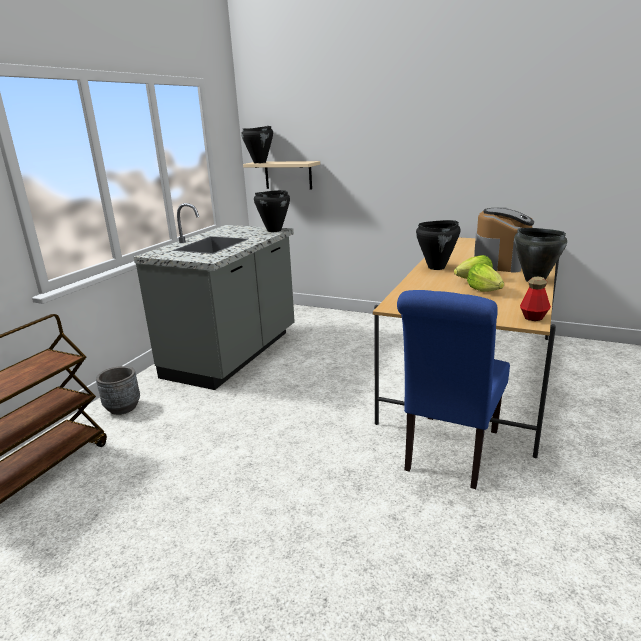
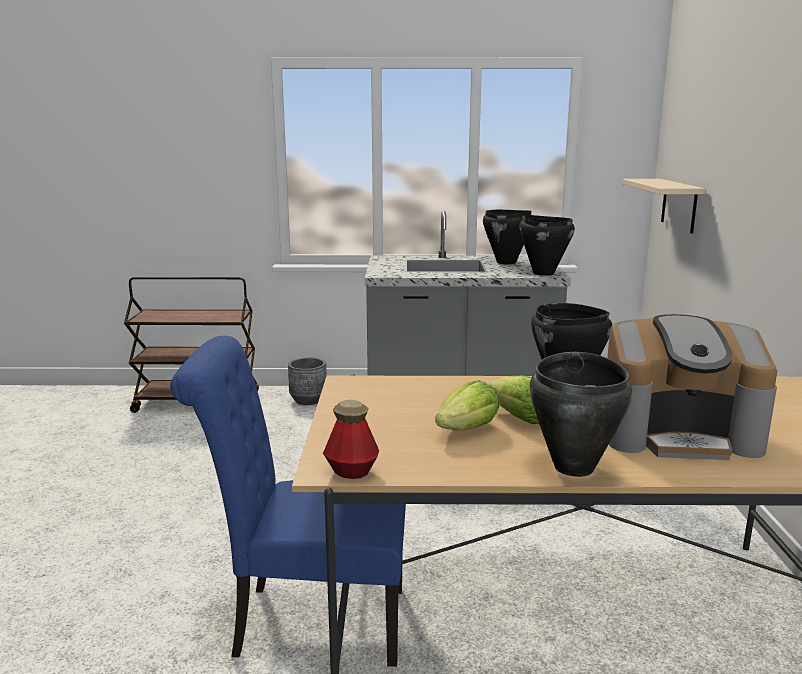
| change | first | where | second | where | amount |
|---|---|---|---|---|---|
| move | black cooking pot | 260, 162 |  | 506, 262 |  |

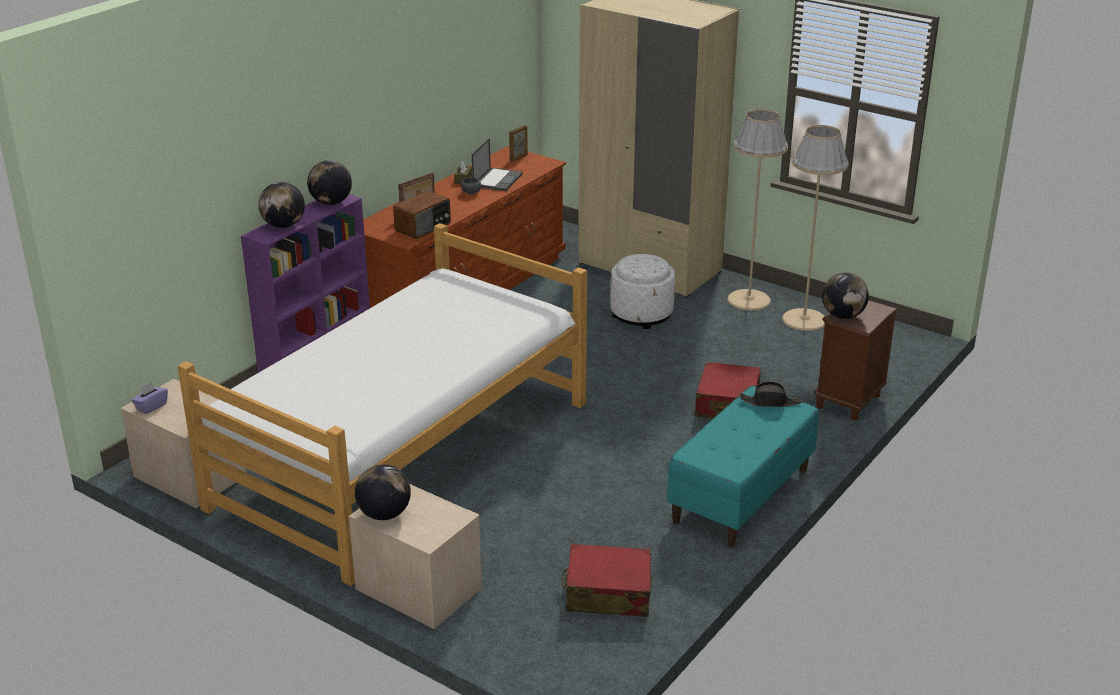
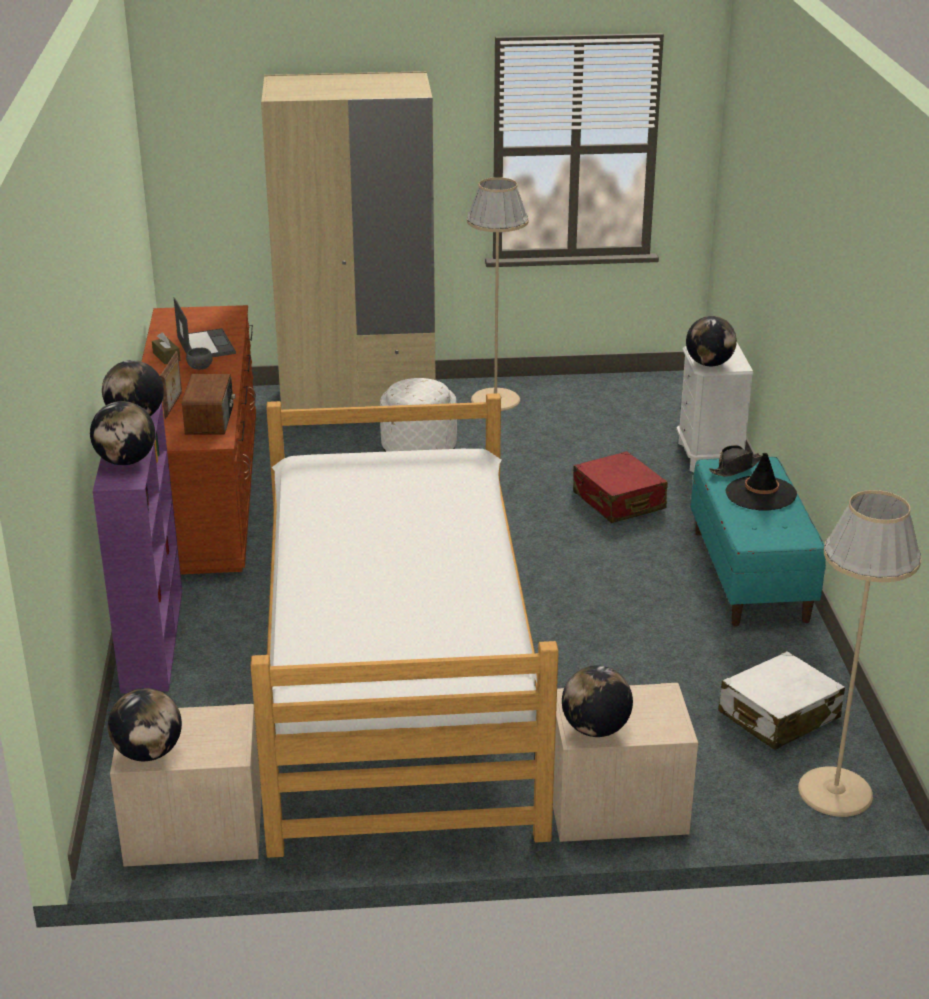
| change | first | where | second | where | amount |
|---|---|---|---|---|---|
| replace | purple tissue box | 151, 406 | globe | 148, 753 |  |
| delete | picture frame | 518, 158 |  |  |  |
| recolor | red suitcase | 607, 593 | white suitcase | 778, 715 |  |
| move | beige floor lamp | 804, 320 |  | 835, 792 |  |
| recolor | brown nightstand | 848, 401 | white nightstand | 709, 456 |  |
| insert |  |  | black hat | 760, 494 |  |

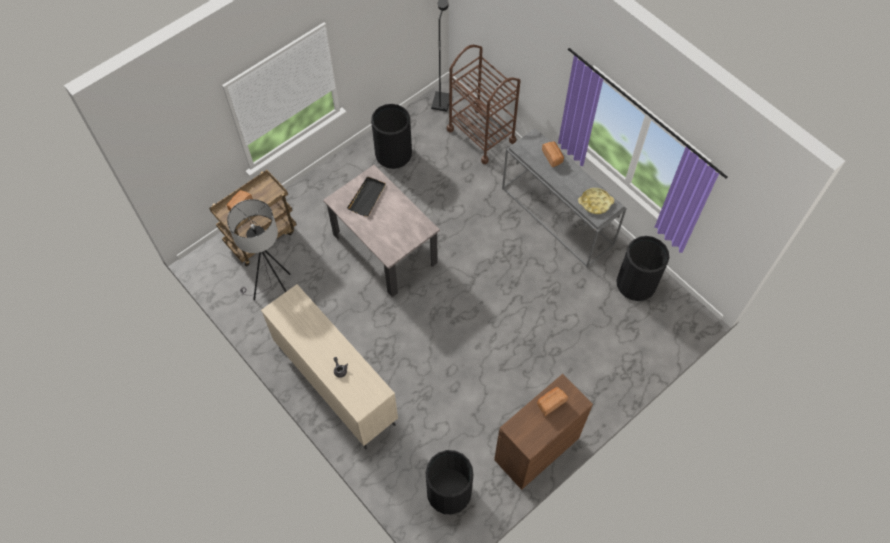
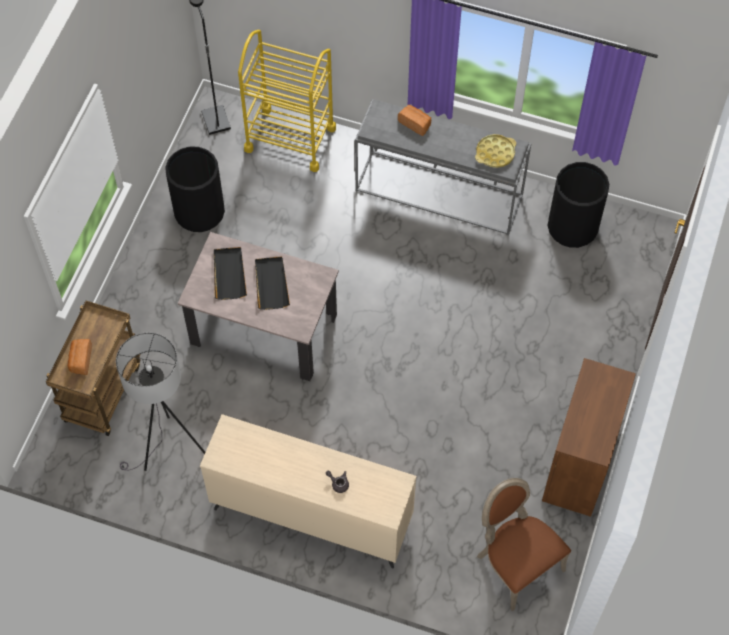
| change | first | where | second | where | amount |
|---|---|---|---|---|---|
| replace | black trash can | 449, 492 | brown chair | 515, 563 |  |
| recolor | brown cart | 481, 135 | yellow cart | 290, 138 |  |
| delete | bread | 550, 403 |  |  |  |
| insert |  |  | black tray | 271, 284 |  |

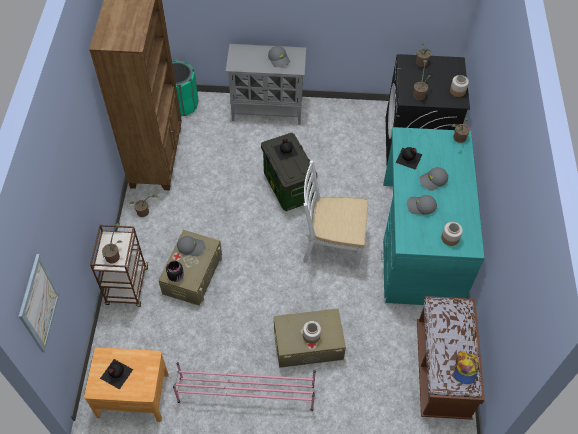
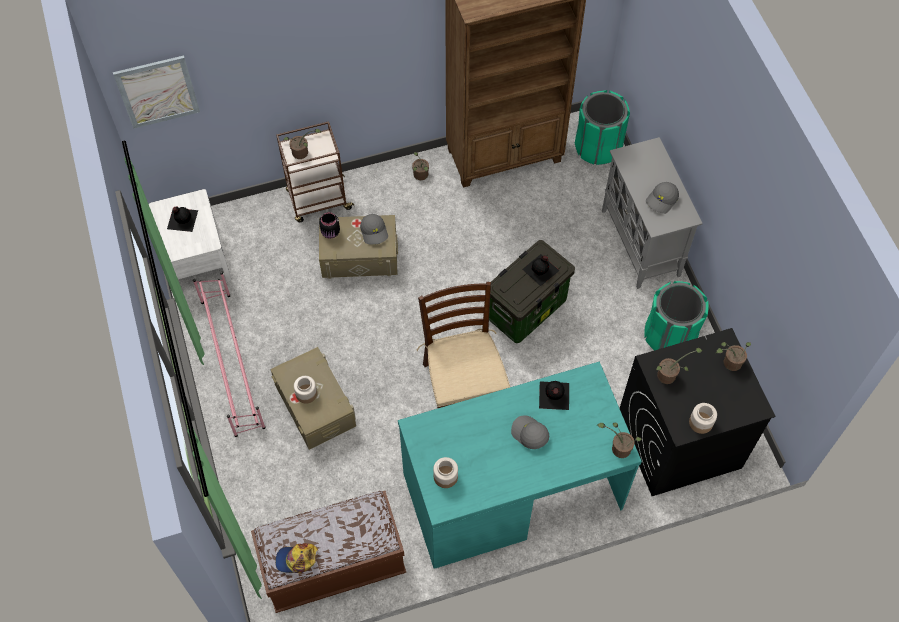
| change | first | where | second | where | amount |
|---|---|---|---|---|---|
| recolor | brown nightstand | 132, 394 | white nightstand | 196, 258 |  |
| recolor | white chair | 332, 244 | brown chair | 463, 387 |  |
| delete | grey cap | 420, 207 |  |  |  |
| insert |  |  | green trash can | 670, 335 |  |

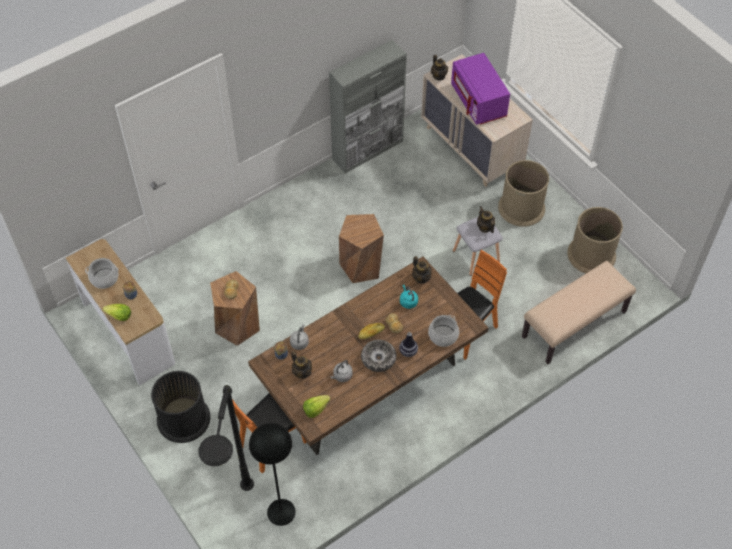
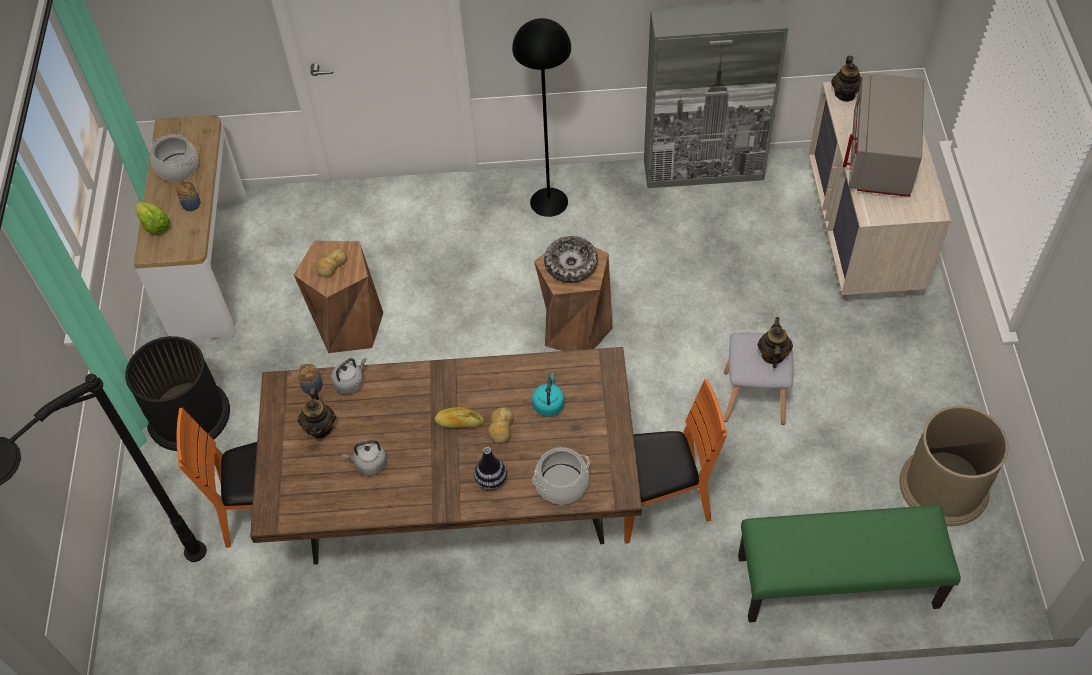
| change | first | where | second | where | amount |
|---|---|---|---|---|---|
| move | black floor lamp | 281, 511 |  | 549, 201 |  |
| delete | lettuce | 315, 409 |  |  |  |
| move | bowl | 378, 358 |  | 571, 264 |  |
| delete | teapot | 421, 278 |  |  |  |
| recolor | purple microwave | 479, 102 | grey microwave | 881, 157 |  |
| delete | brown trash can | 521, 207 |  |  |  |
| recolor | beige bench | 574, 325 | green bench | 836, 583 |  |

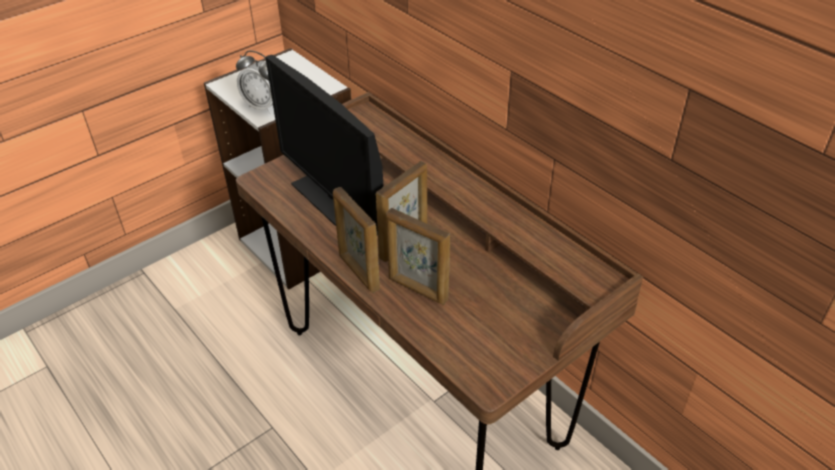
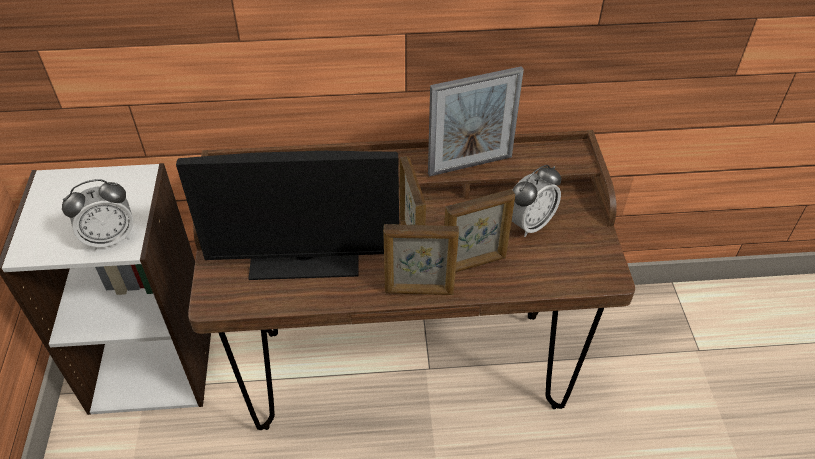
| change | first | where | second | where | amount |
|---|---|---|---|---|---|
| insert |  |  | picture frame | 470, 165 |  |
| insert |  |  | alarm clock | 529, 224 |  |

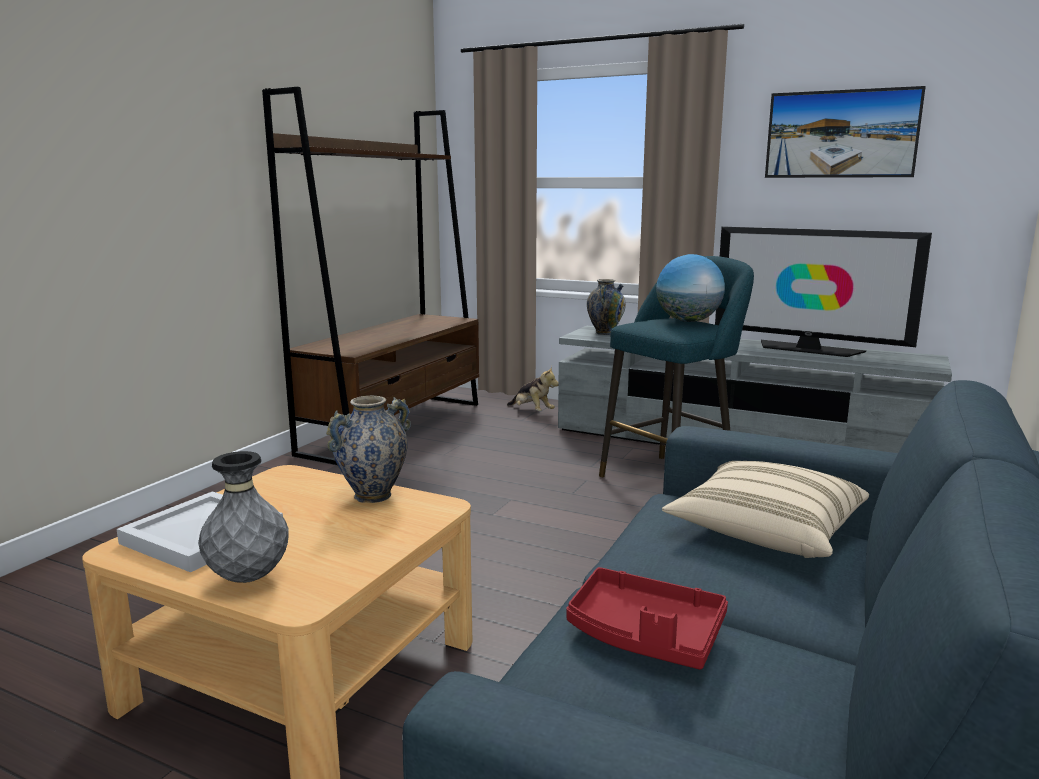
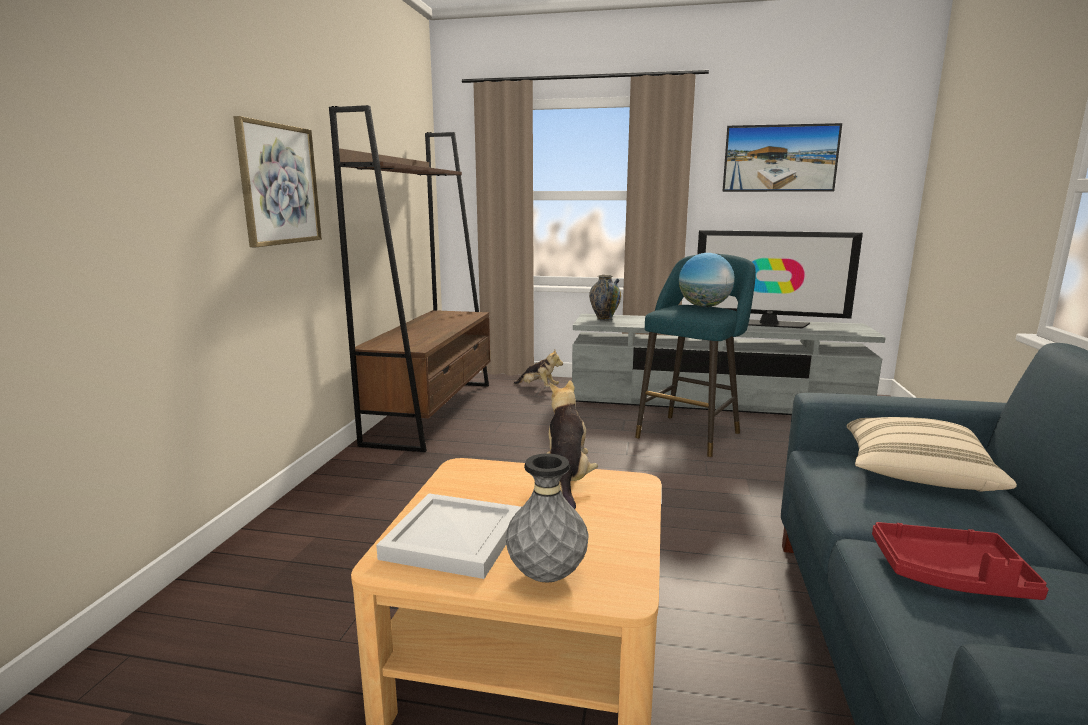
| change | first | where | second | where | amount |
|---|---|---|---|---|---|
| replace | vase | 372, 496 | plush toy | 567, 479 |  |
| insert |  |  | picture | 279, 184 |  |

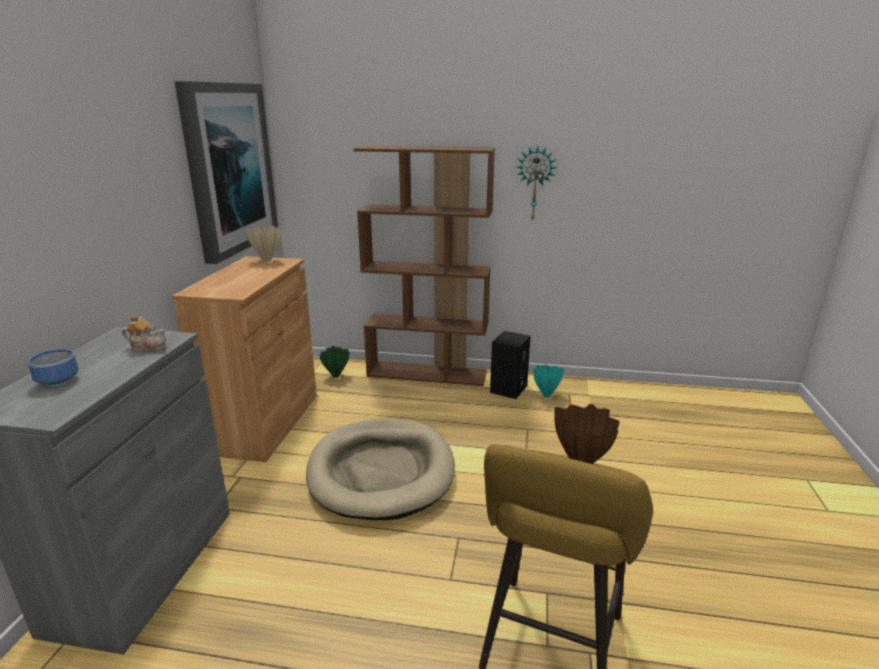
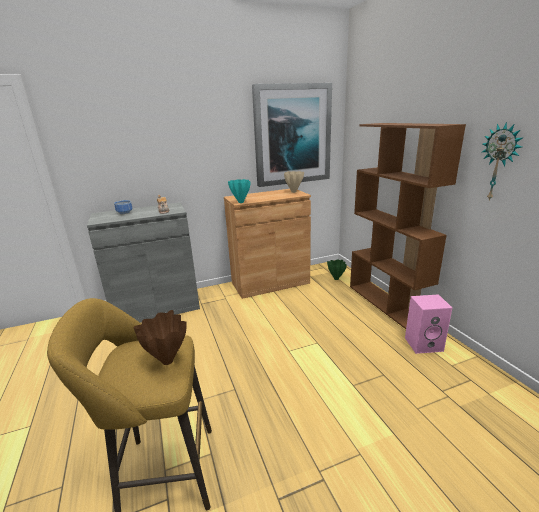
| change | first | where | second | where | amount |
|---|---|---|---|---|---|
| delete | beige dog bed | 381, 472 |  |  |  |
| recolor | black speaker | 508, 388 | pink speaker | 424, 344 |  |
| move | turquoise vase | 546, 396 |  | 240, 202 |  |

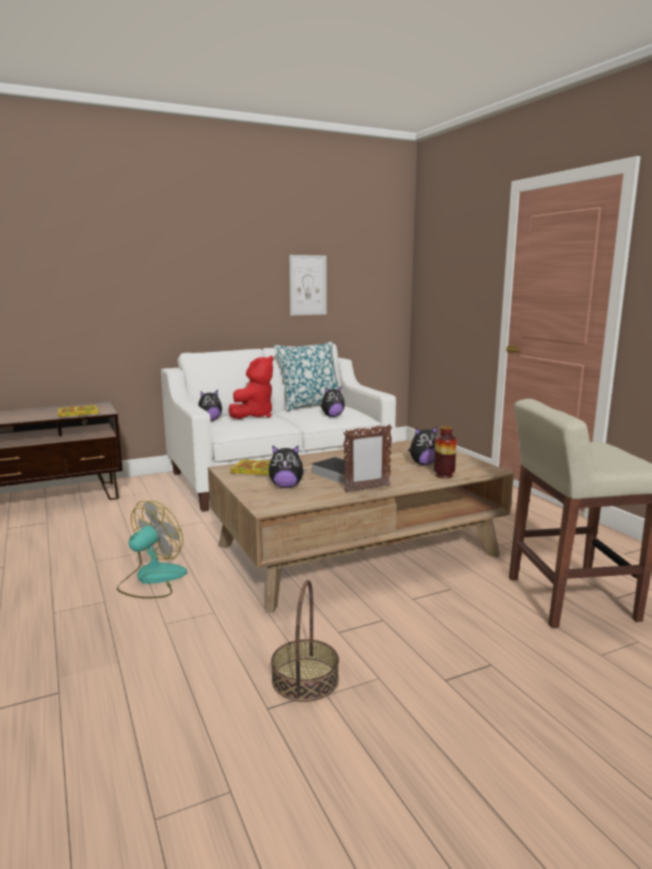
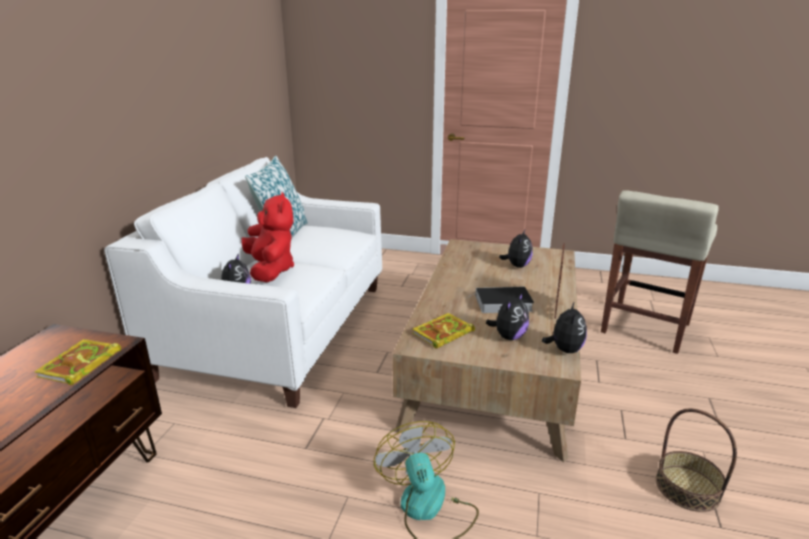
| change | first | where | second | where | amount |
|---|---|---|---|---|---|
| delete | picture | 308, 285 |  |  |  |
| move | plush toy | 332, 416 |  | 564, 350 |  |
| delete | vase | 444, 475 |  |  |  |

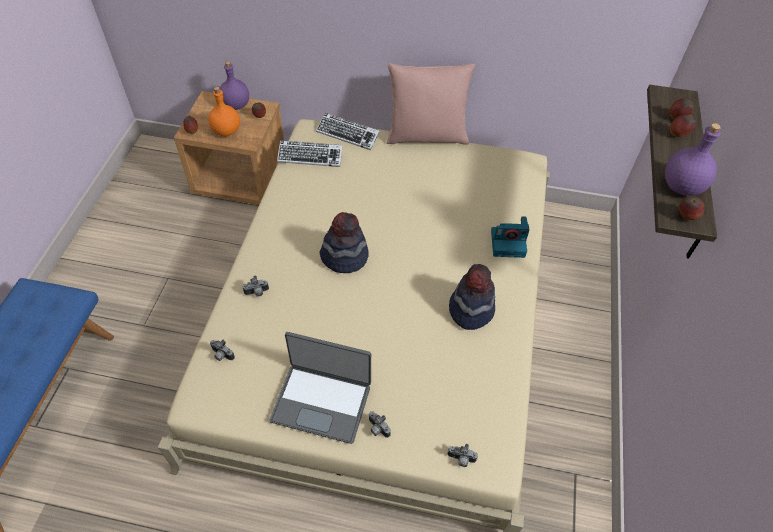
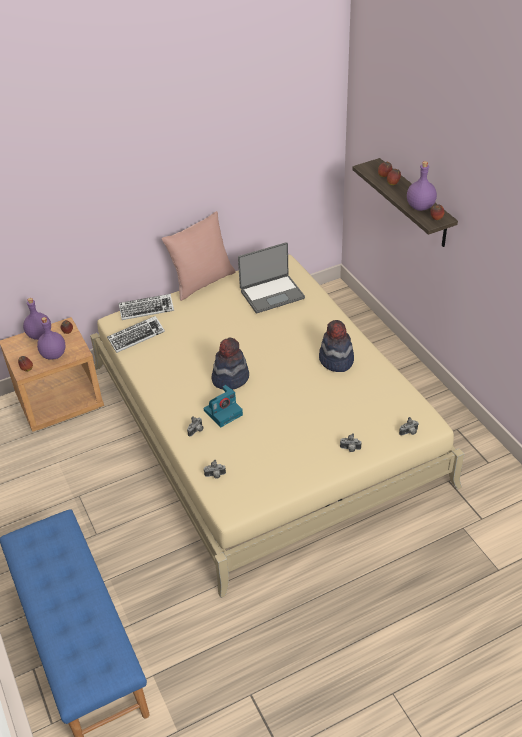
| change | first | where | second | where | amount |
|---|---|---|---|---|---|
| recolor | orange bottle | 226, 131 | purple bottle | 53, 355 |  |
| move | laptop | 322, 401 |  | 271, 294 |  |
| move | photo camera | 508, 243 |  | 223, 412 |  |

